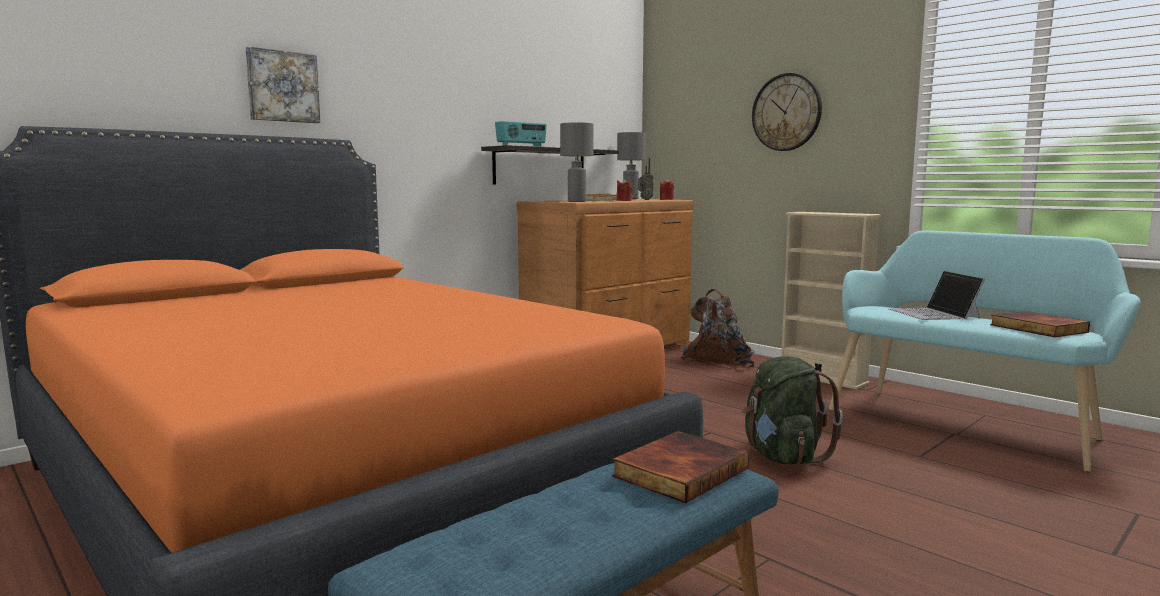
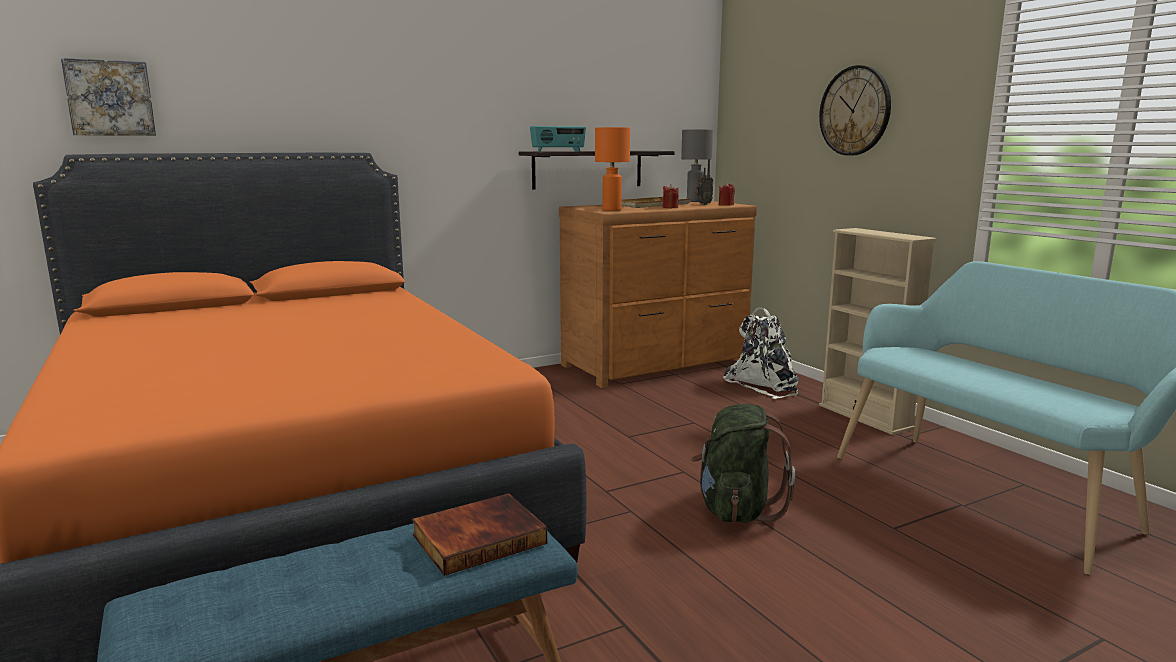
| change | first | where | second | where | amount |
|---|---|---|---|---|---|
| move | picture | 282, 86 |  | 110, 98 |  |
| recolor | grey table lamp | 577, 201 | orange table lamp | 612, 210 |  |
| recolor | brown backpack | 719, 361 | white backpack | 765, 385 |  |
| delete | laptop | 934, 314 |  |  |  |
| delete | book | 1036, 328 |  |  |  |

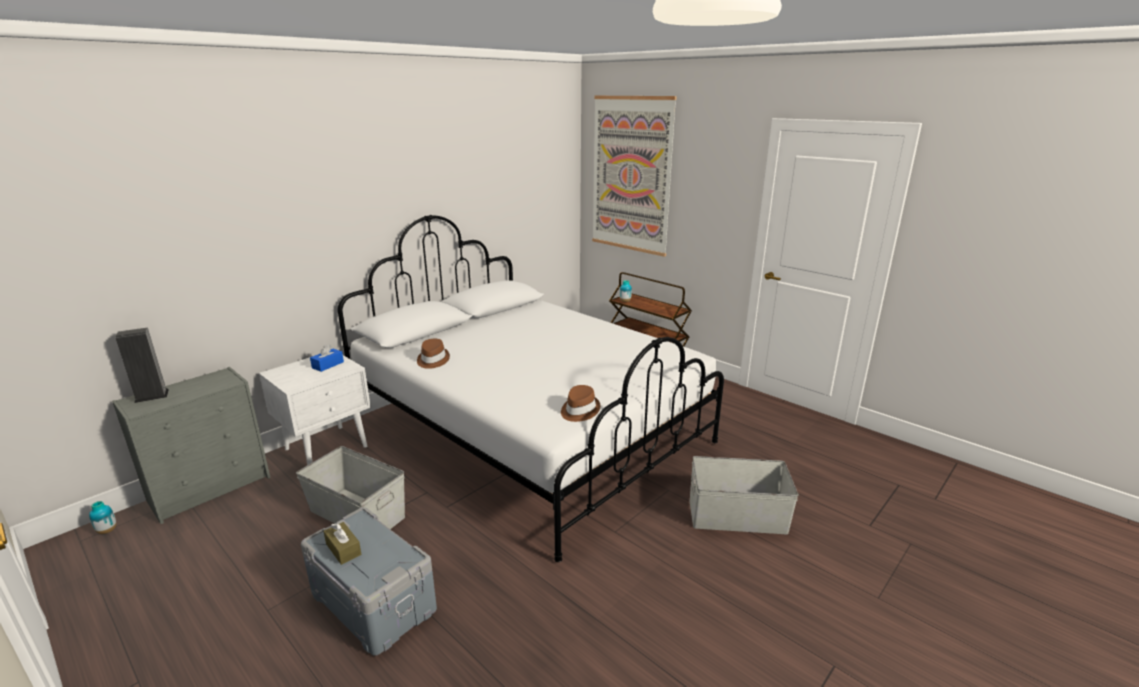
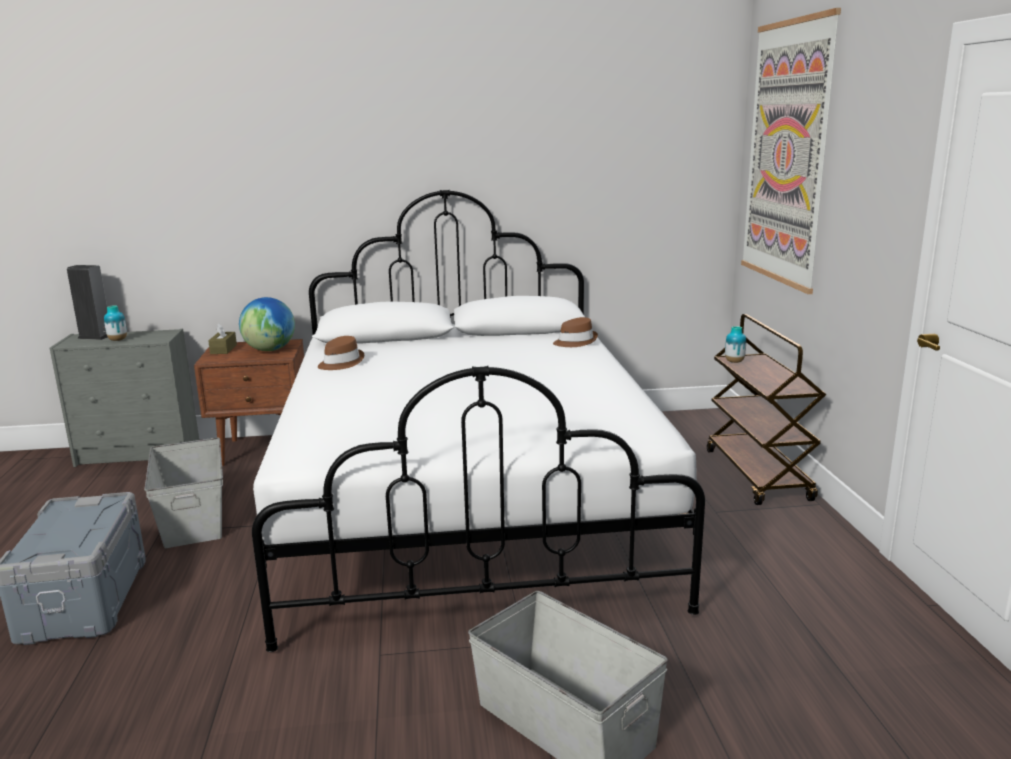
| change | first | where | second | where | amount |
|---|---|---|---|---|---|
| move | vase | 107, 531 |  | 118, 340 |  |
| recolor | white nightstand | 328, 447 | brown nightstand | 264, 450 |  |
| replace | blue tissue box | 328, 365 | globe | 270, 350 |  |
| move | brown tissue box | 343, 549 |  | 223, 349 |  |
| move | brown hat | 579, 410 |  | 575, 342 |  |

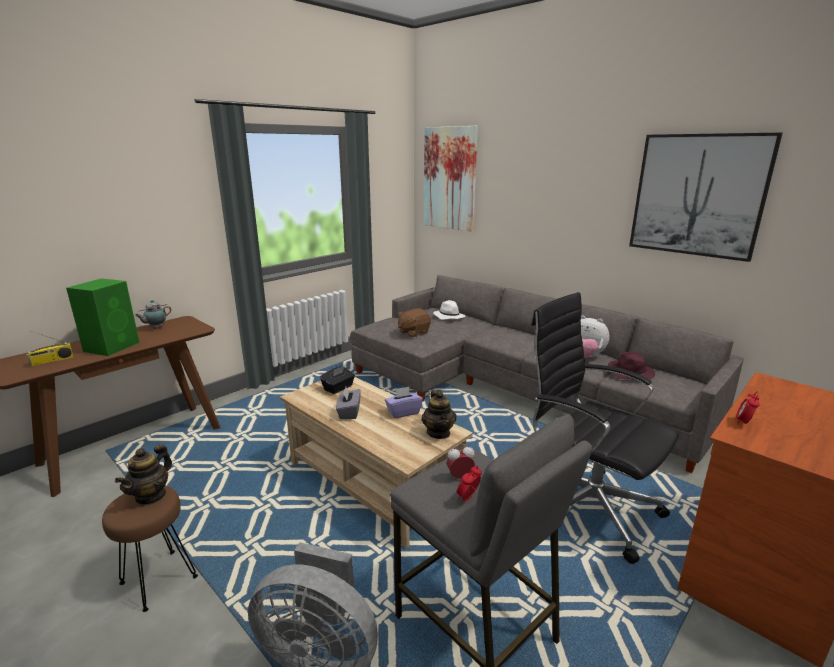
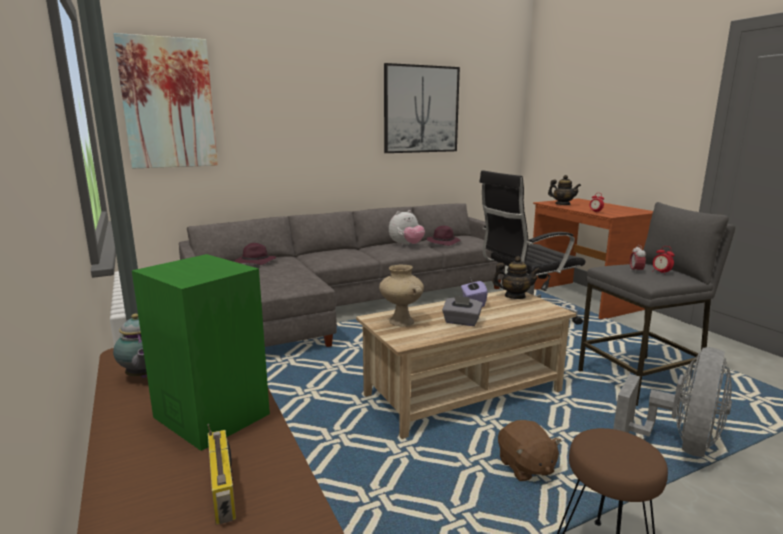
| change | first | where | second | where | amount |
|---|---|---|---|---|---|
| move | teapot | 151, 496 |  | 562, 204 |  |
| replace | black tissue box | 338, 388 | beige vase | 400, 321 |  |
| move | brown plush toy | 413, 332 |  | 525, 467 |  |
| recolor | white hat | 448, 316 | purple hat | 254, 262 |  |

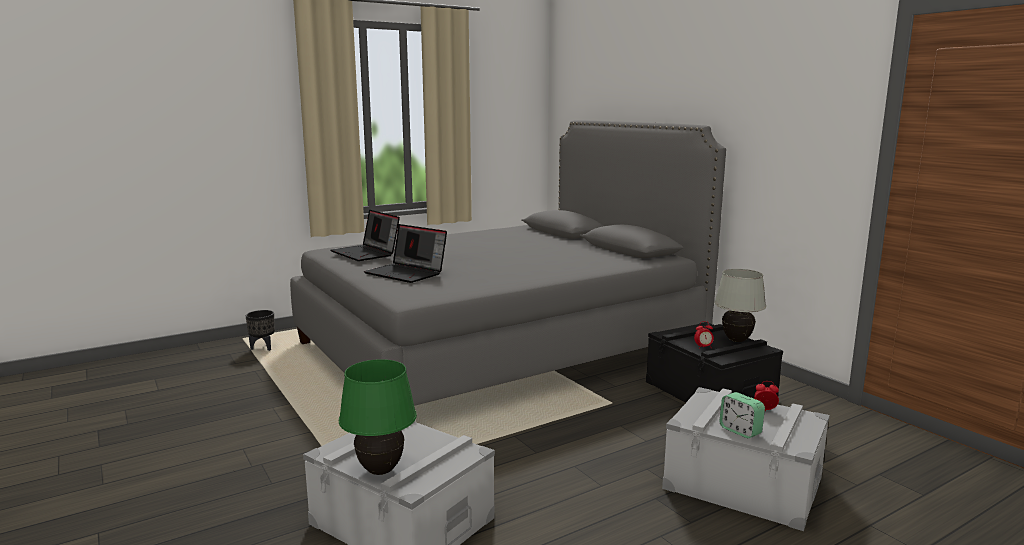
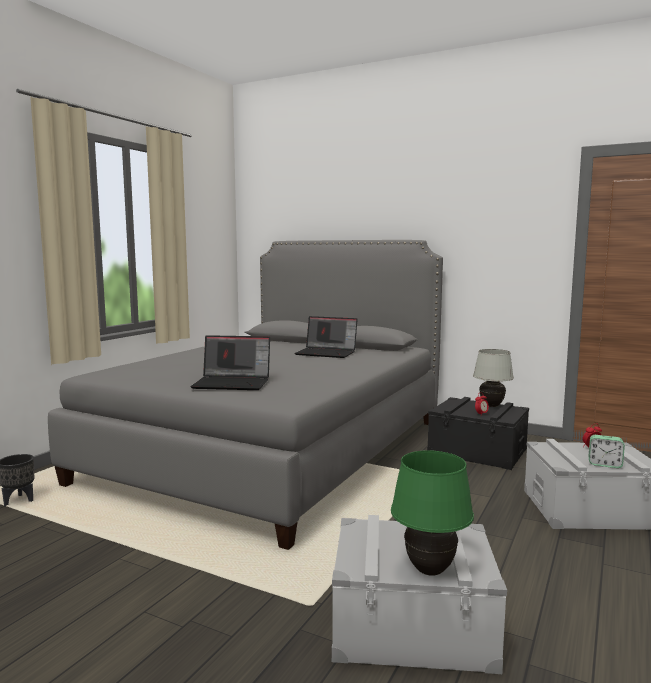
| change | first | where | second | where | amount |
|---|---|---|---|---|---|
| move | laptop | 366, 253 |  | 327, 353 |  |

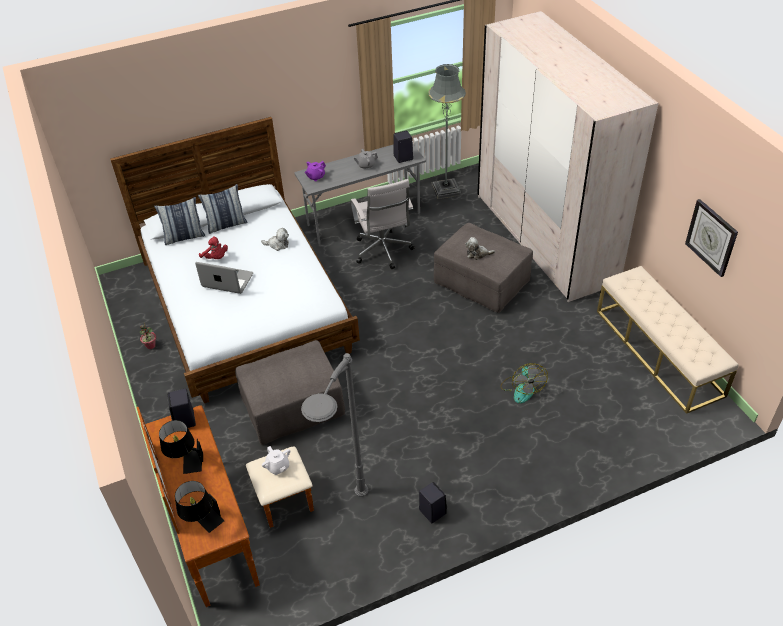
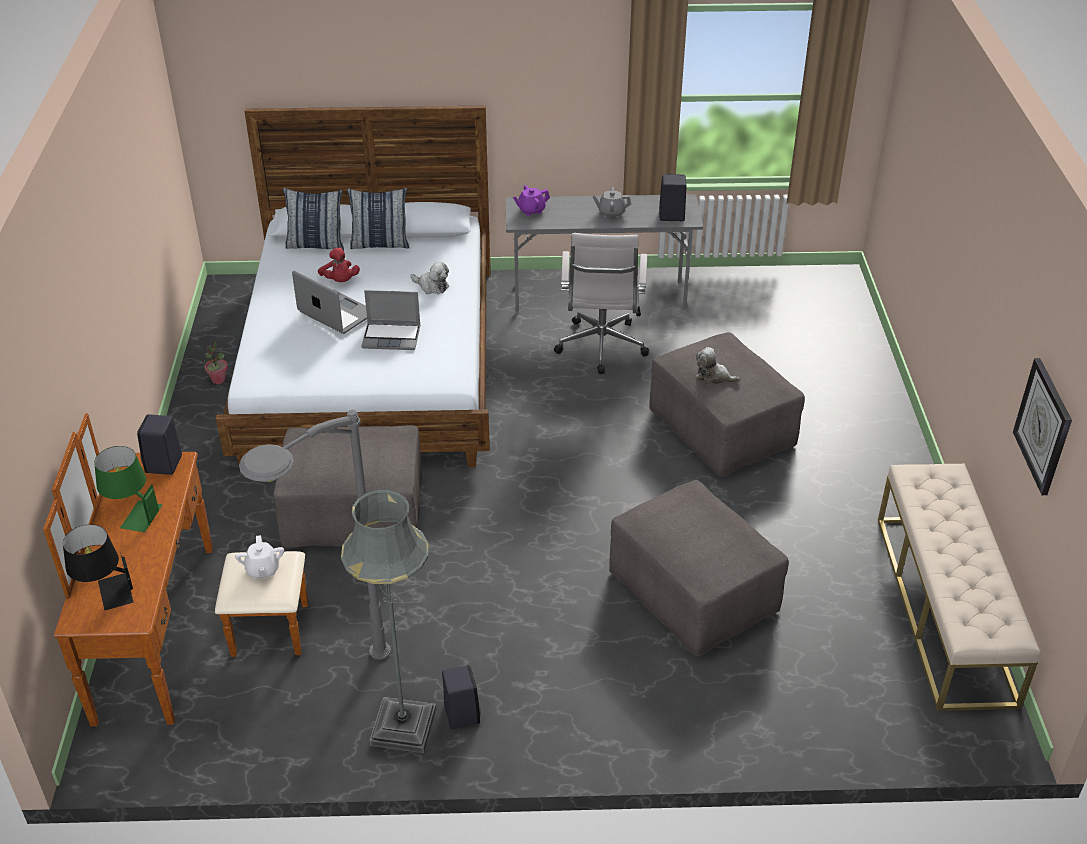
| change | first | where | second | where | amount |
|---|---|---|---|---|---|
| recolor | black table lamp | 186, 462 | green table lamp | 132, 515 |  |
| move | grey floor lamp | 445, 190 |  | 403, 727 |  |
| delete | beige wardrobe | 545, 238 |  |  |  |
| replace | fan | 522, 389 | grey ottoman | 694, 592 |  |
| insert |  |  | laptop | 392, 337 |  |

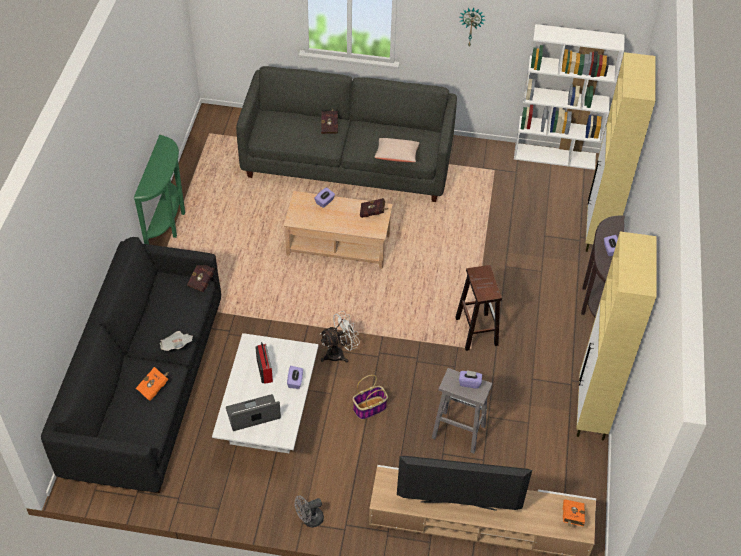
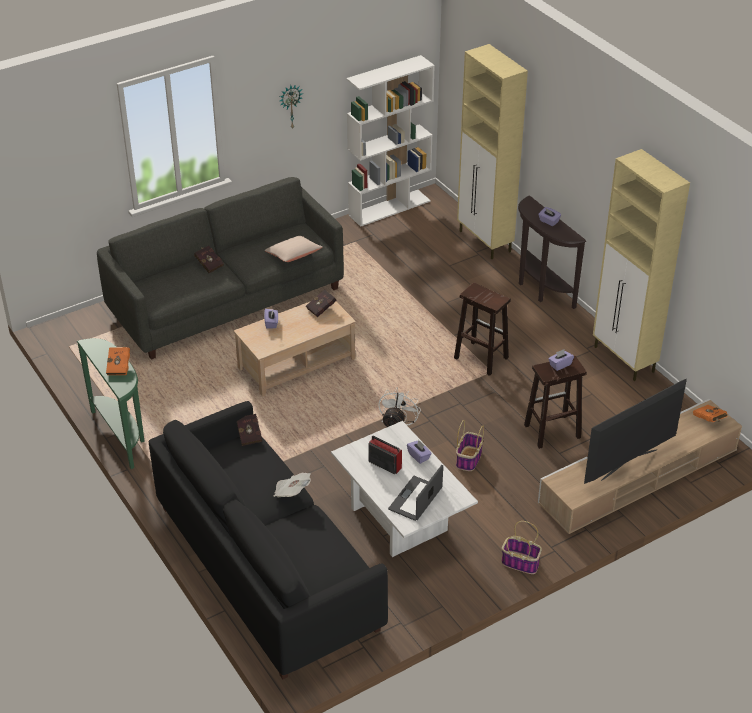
| change | first | where | second | where | amount |
|---|---|---|---|---|---|
| move | orange book | 154, 387 |  | 119, 366 |  |
| replace | grey fan | 309, 519 | basket | 521, 563 |  |
| recolor | grey stool | 457, 431 | brown stool | 551, 432 |  |

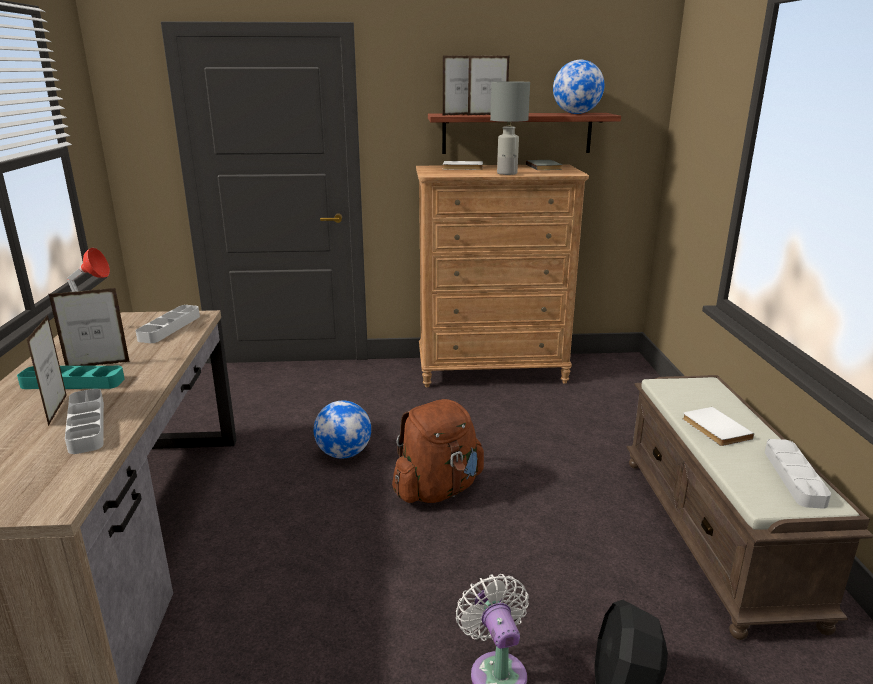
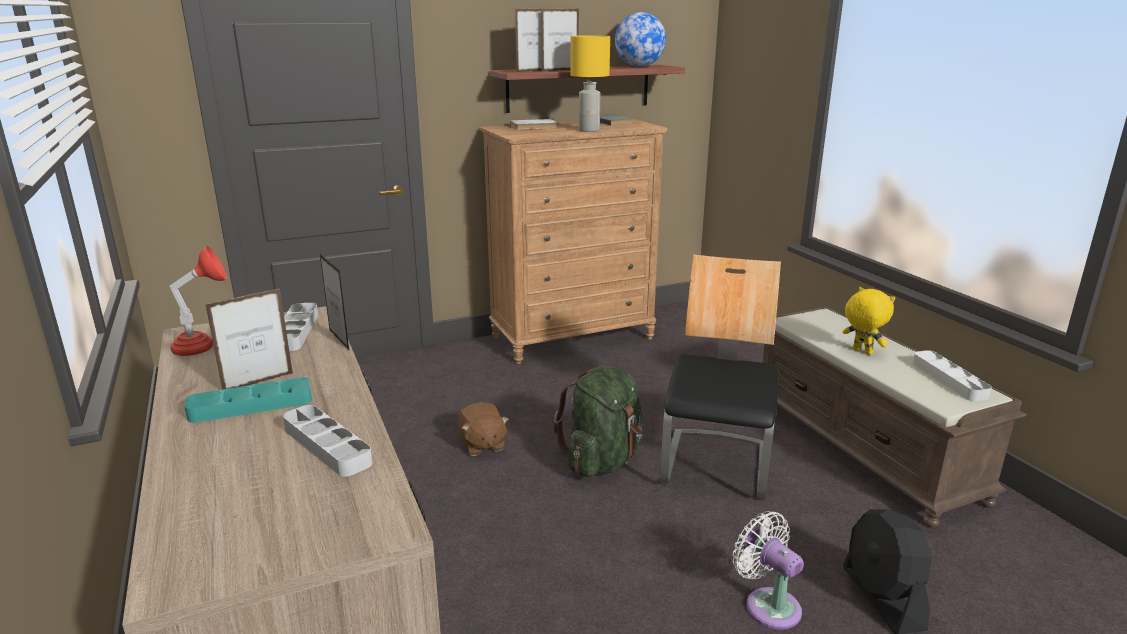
| change | first | where | second | where | amount |
|---|---|---|---|---|---|
| move | picture frame | 58, 410 |  | 339, 340 |  |
| replace | globe | 344, 454 | brown plush toy | 482, 445 |  |
| recolor | brown backpack | 438, 490 | green backpack | 603, 460 |  |
| recolor | grey table lamp | 507, 173 | yellow table lamp | 589, 130 |  |
| replace | white book | 714, 429 | yellow plush toy | 861, 352 |  |
| insert |  |  | chair | 717, 465 |  |

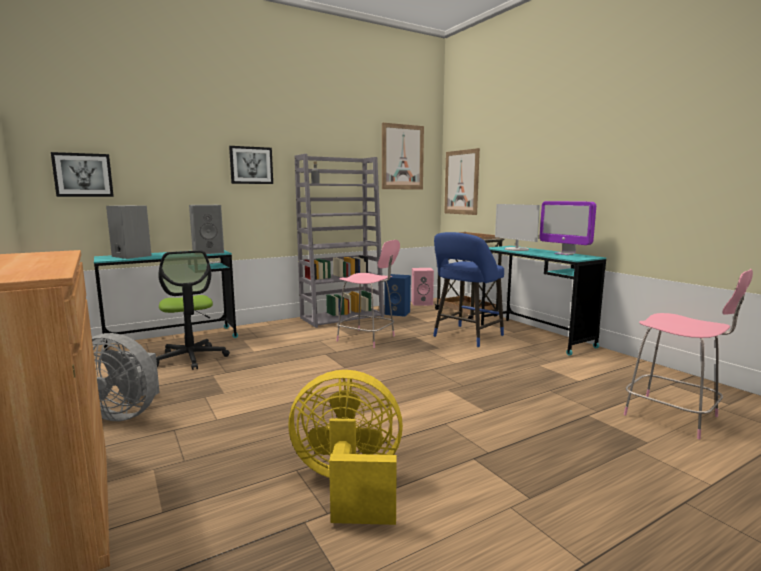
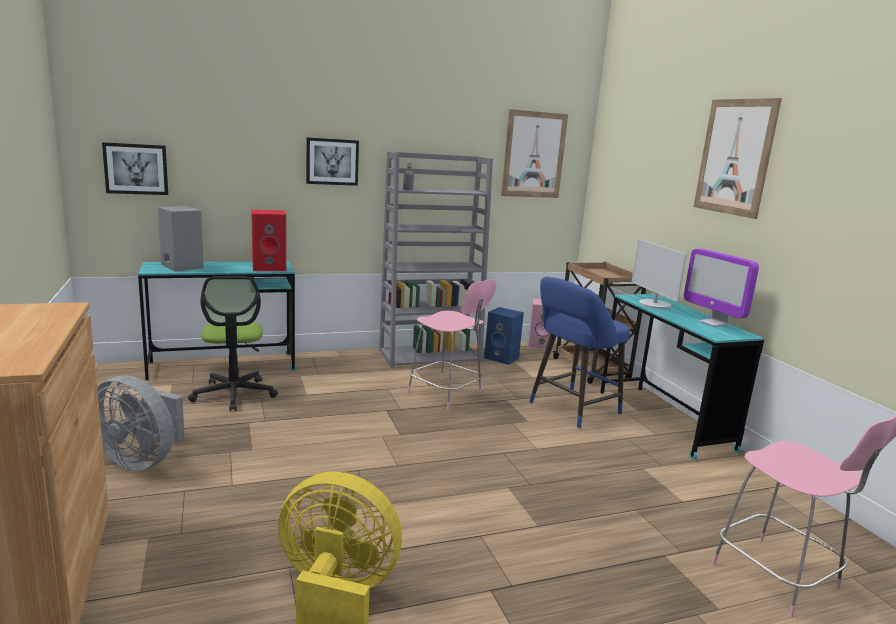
| change | first | where | second | where | amount |
|---|---|---|---|---|---|
| recolor | grey speaker | 209, 252 | red speaker | 270, 267 |  |
| move | picture | 461, 182 |  | 735, 157 |  |

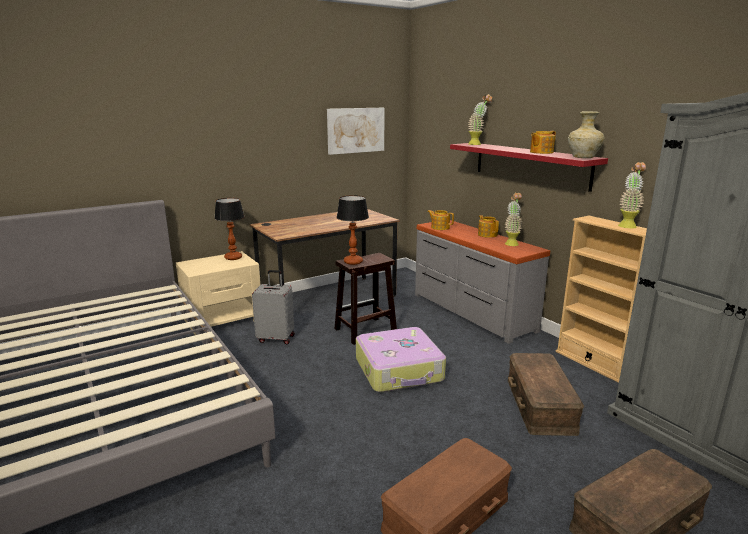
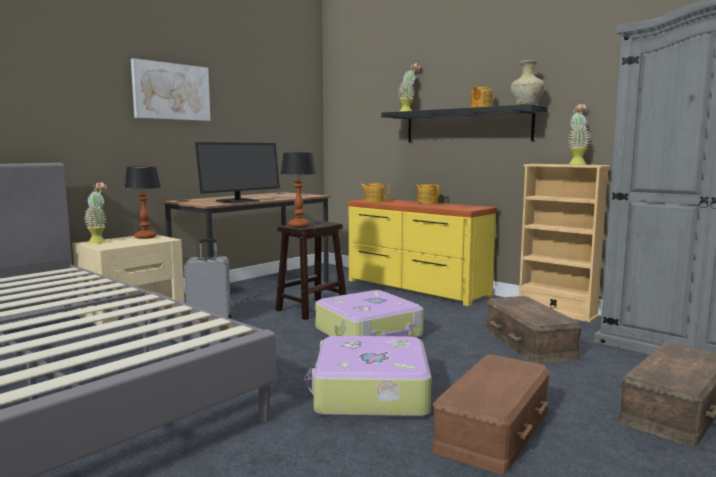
| change | first | where | second | where | amount |
|---|---|---|---|---|---|
| move | picture | 355, 130 |  | 171, 91 |  |
| recolor | grey dresser | 471, 312 | yellow dresser | 415, 288 |  |
| recolor | red shelf | 530, 165 | black shelf | 466, 126 |  |
| move | potted plant | 511, 243 |  | 99, 241 |  |
| insert |  |  | monitor | 238, 201 |  |
| insert |  |  | suitcase | 370, 393 |  |

